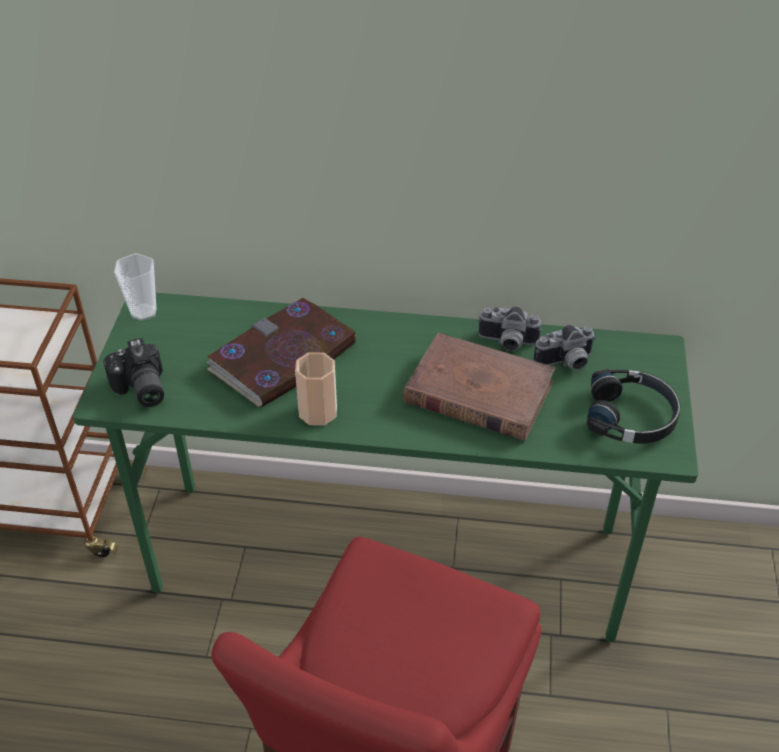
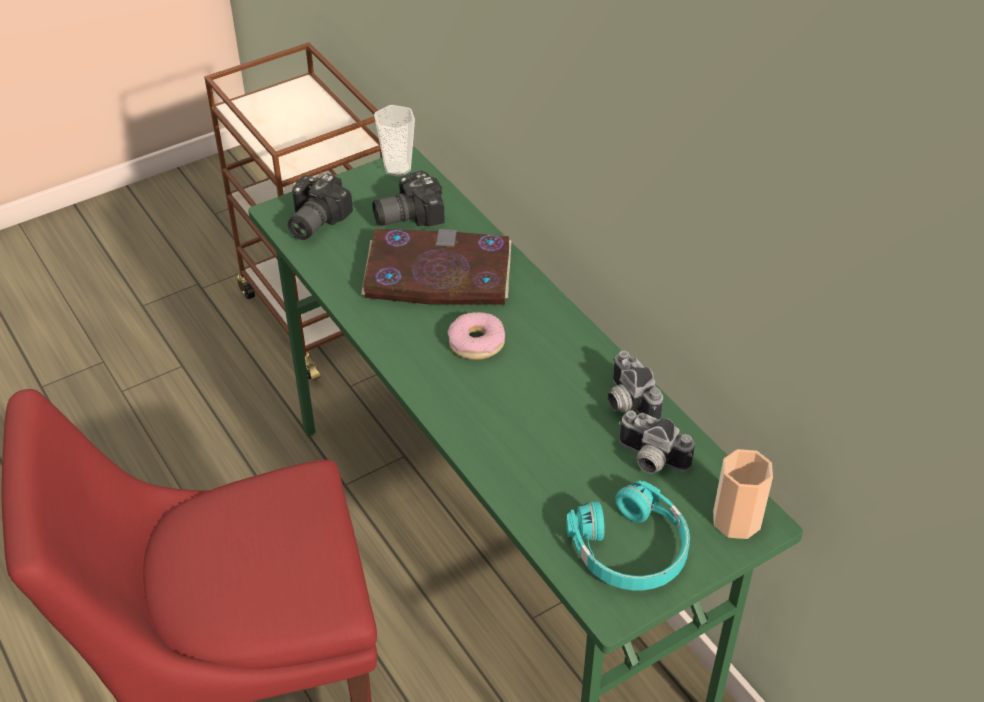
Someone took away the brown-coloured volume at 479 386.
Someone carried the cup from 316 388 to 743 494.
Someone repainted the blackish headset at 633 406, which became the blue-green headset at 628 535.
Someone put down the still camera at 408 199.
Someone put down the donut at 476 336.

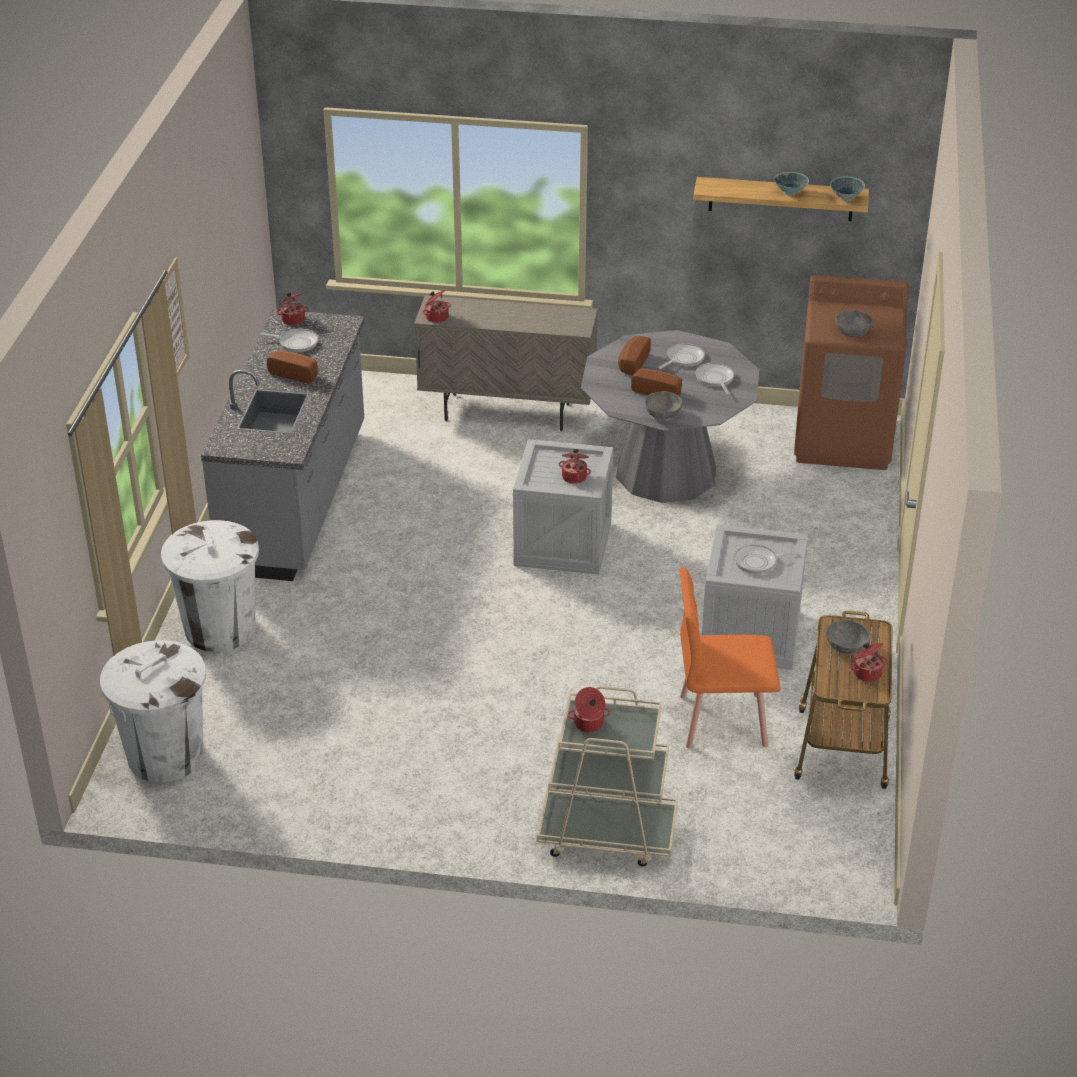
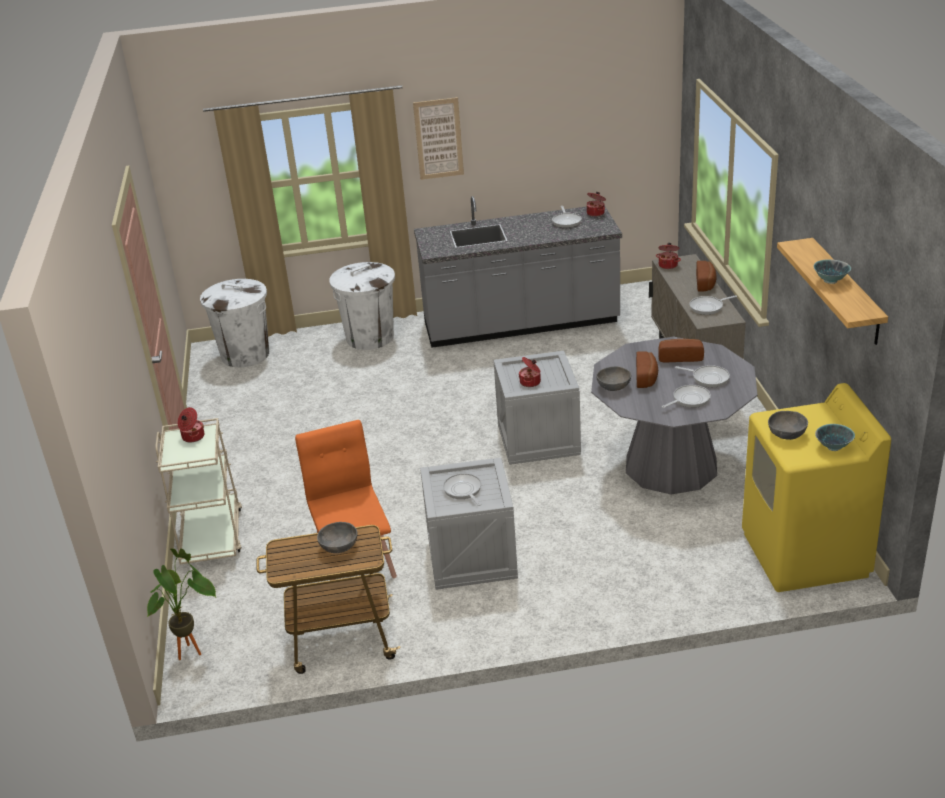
Someone carried the deep dish from 847 188 to 835 437.
Someone repainted the brown-coloured laundry machine at 851 372, which became the yellow-coloured laundry machine at 816 487.
Someone carried the bakery bread from 292 367 to 706 276.
Someone took away the cooking pot at 869 662.
Someone put down the skillet at 713 305.
Someone put down the houseplant at 181 604.

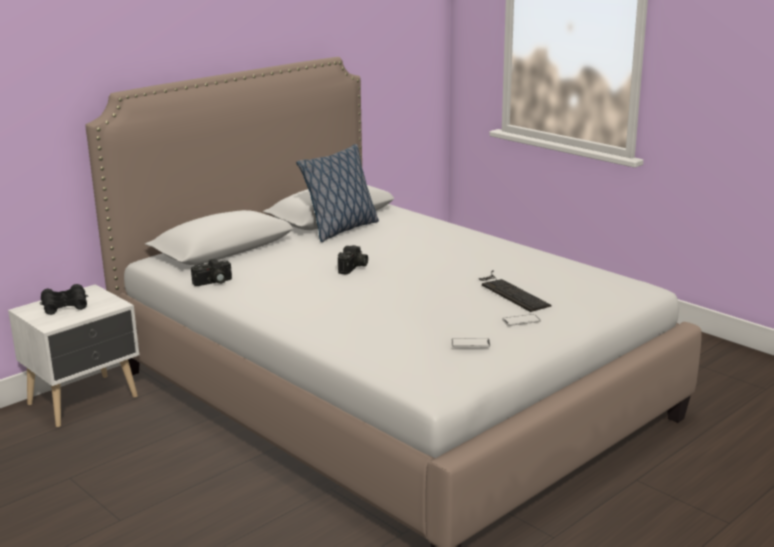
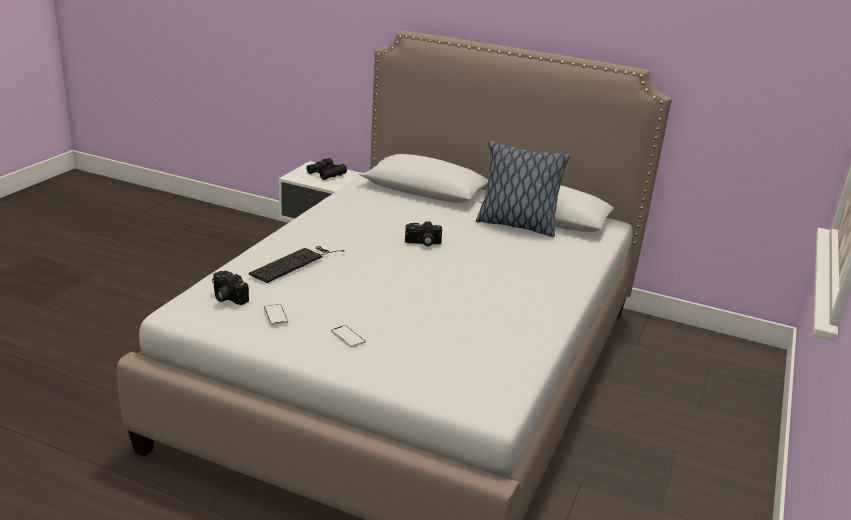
Someone carried the still camera from 211 272 to 230 288.
Someone carried the keyboard from 515 291 to 297 264.

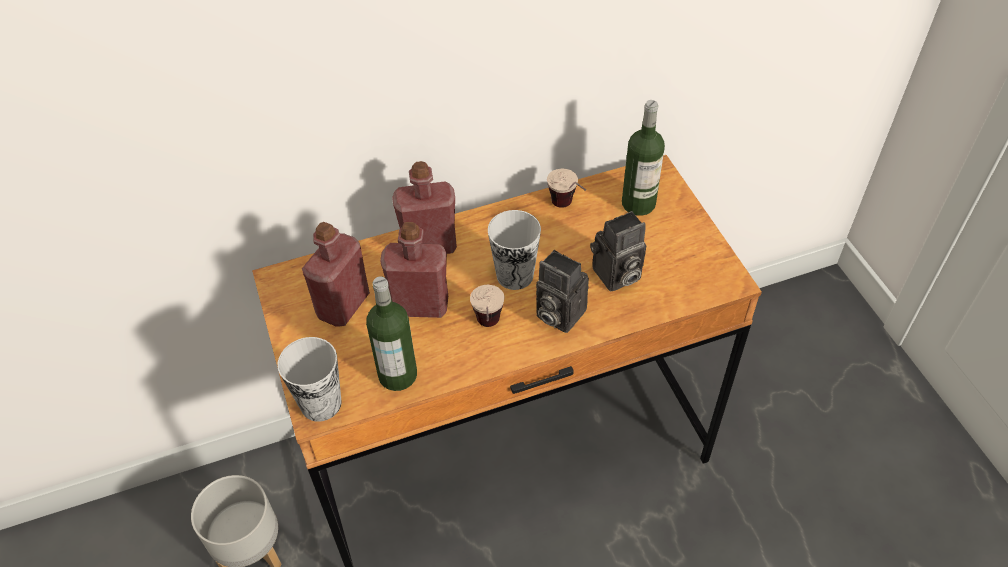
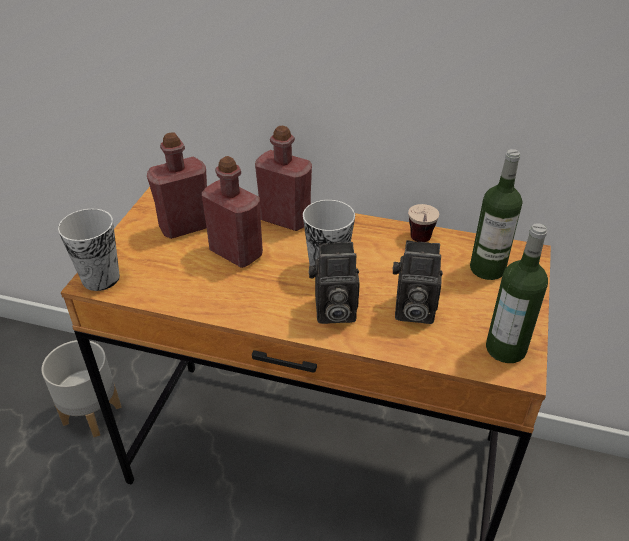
Someone rotated the still camera at 562 291 by 75 degrees counterclockwise.
Someone carried the drink bottle from 391 333 to 517 293.
Someone took away the cup at 487 306.

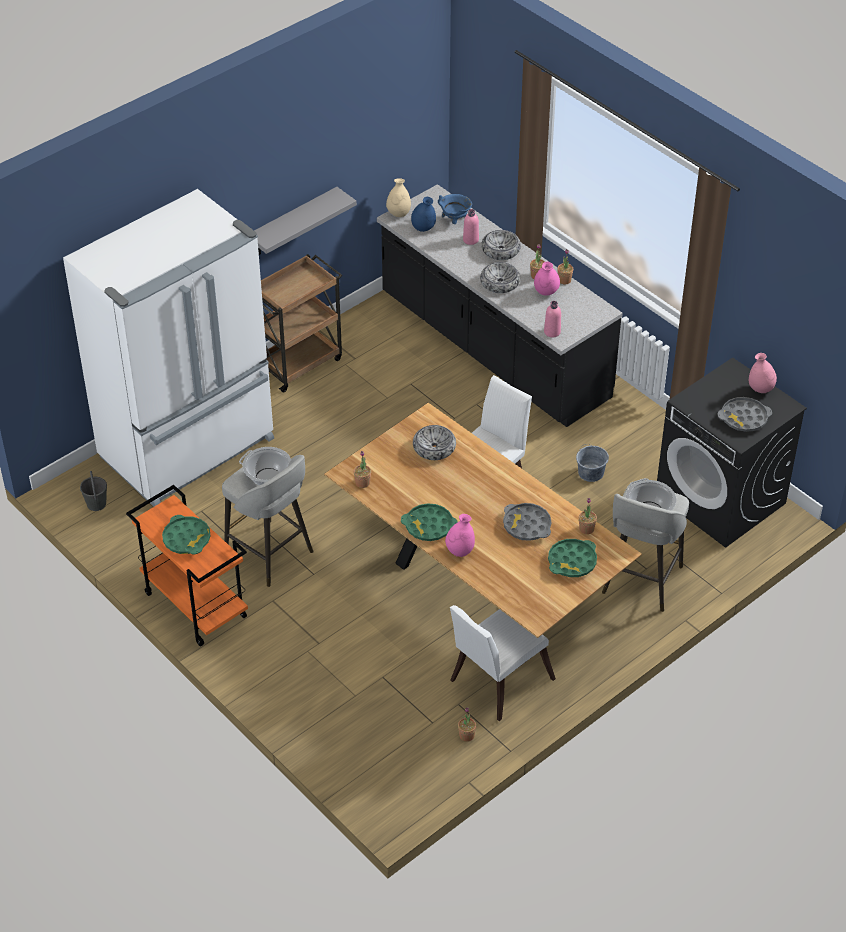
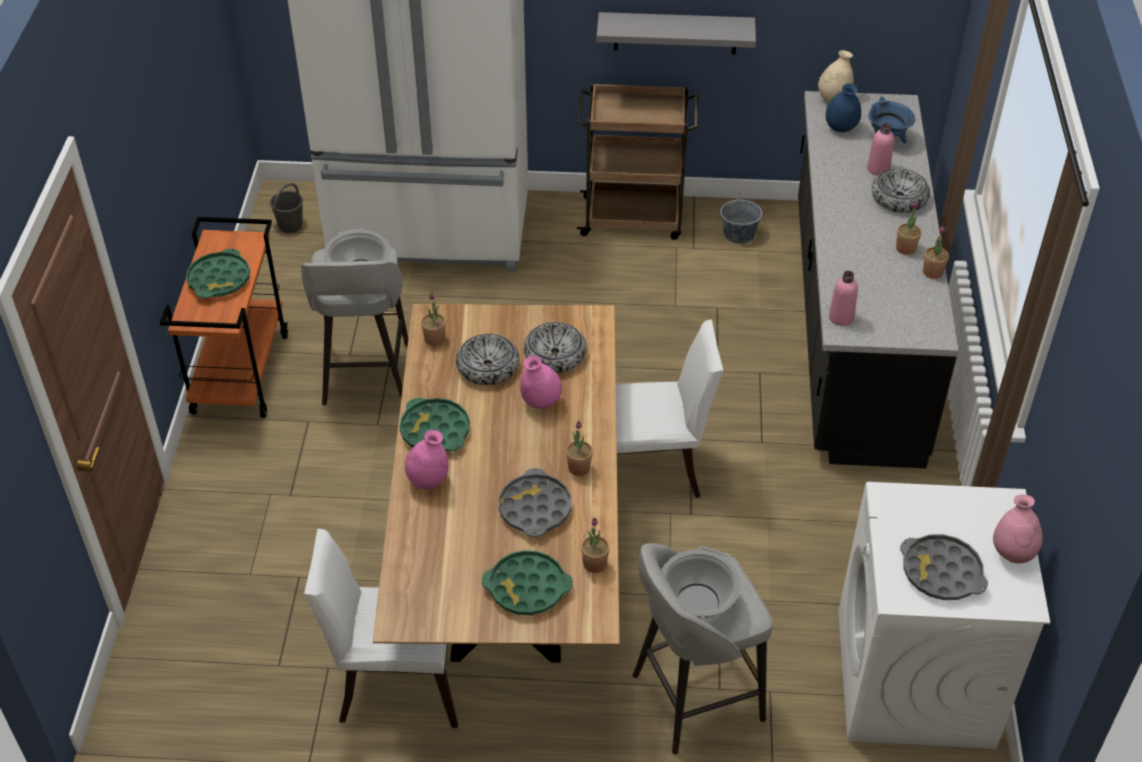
Someone carried the deep dish from 500 277 to 487 359.
Someone carried the pink-coloured vase from 547 279 to 541 382.
Someone repainted the blackish laundry machine at 732 452, which became the white-coloured laundry machine at 944 615.
Someone carried the greyish water bucket from 592 463 to 741 218.
Someone carried the houseplant from 467 724 to 579 448.

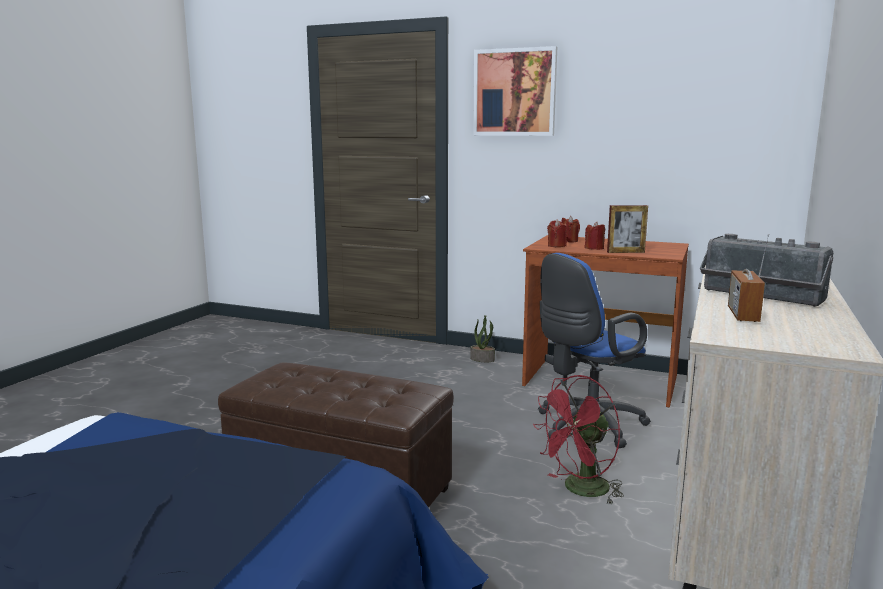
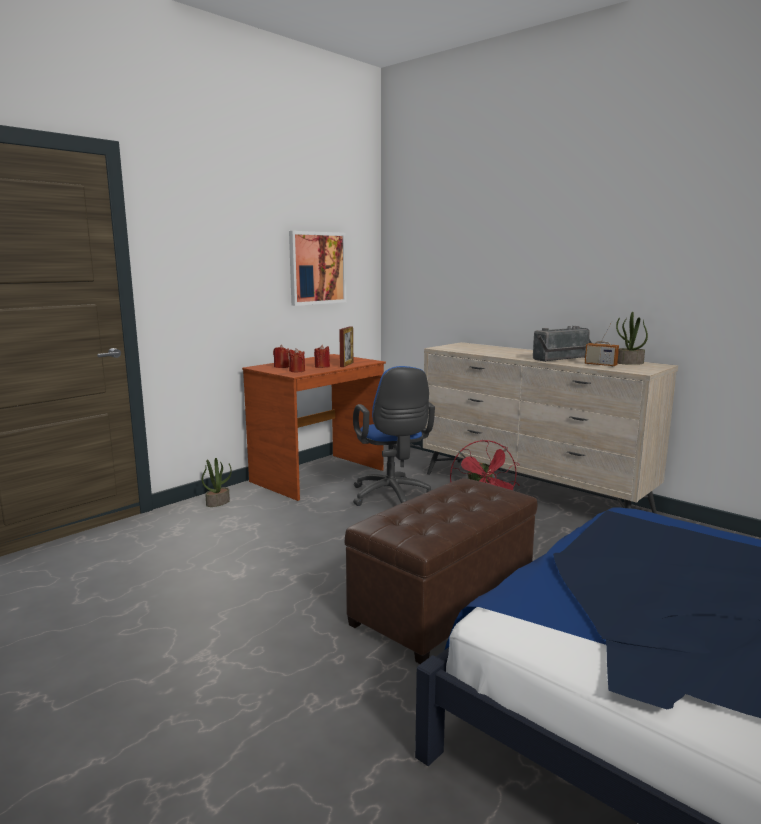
Someone carried the wall picture from 515 91 to 317 268.
Someone put down the houseplant at 632 338.

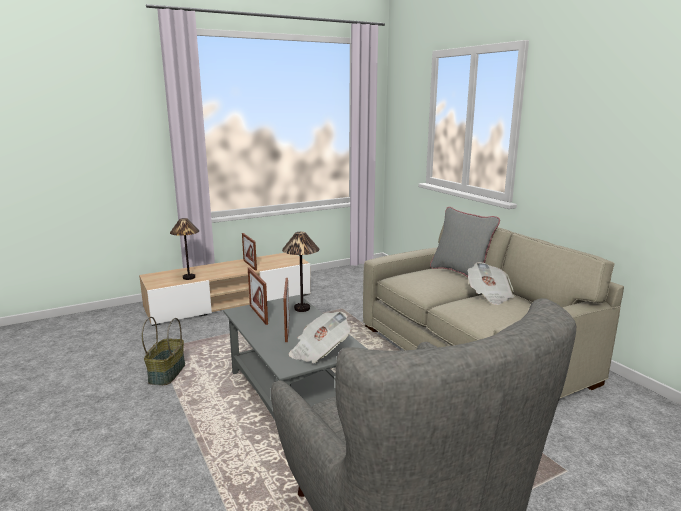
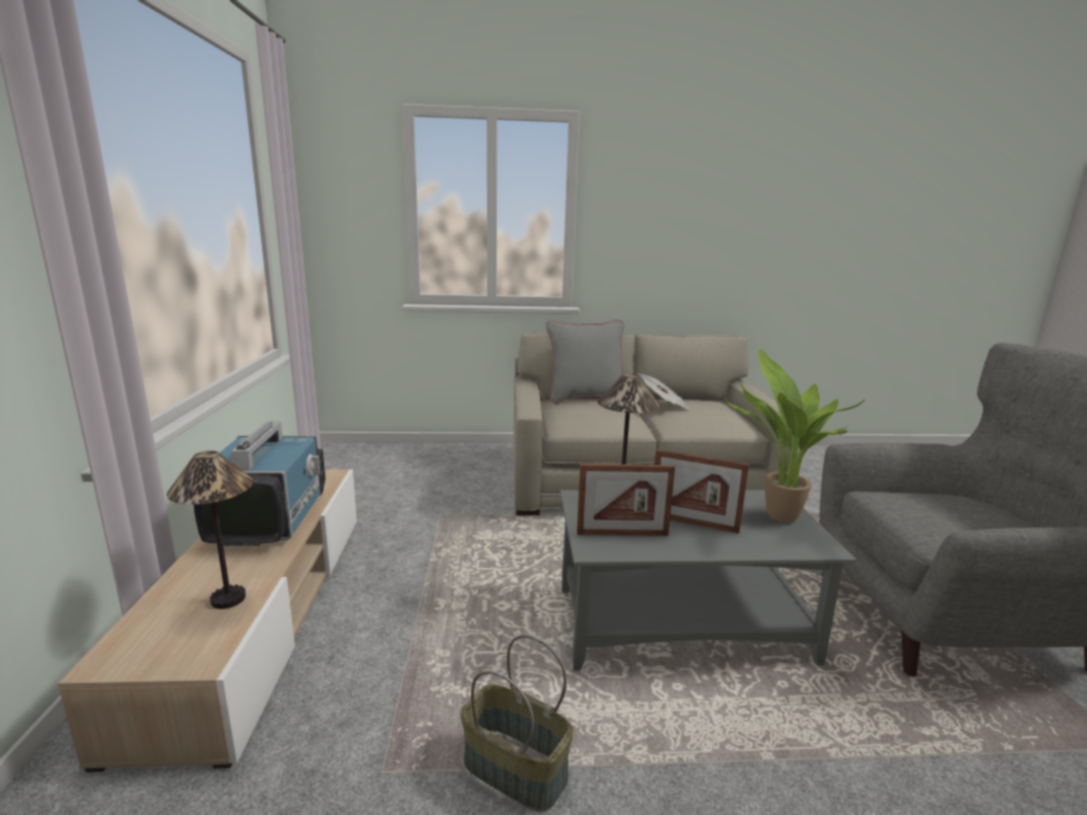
Someone swapped the standing frame at 249 252 for the TV set at 260 483.
Someone swapped the daily paper at 320 337 for the houseplant at 796 436.

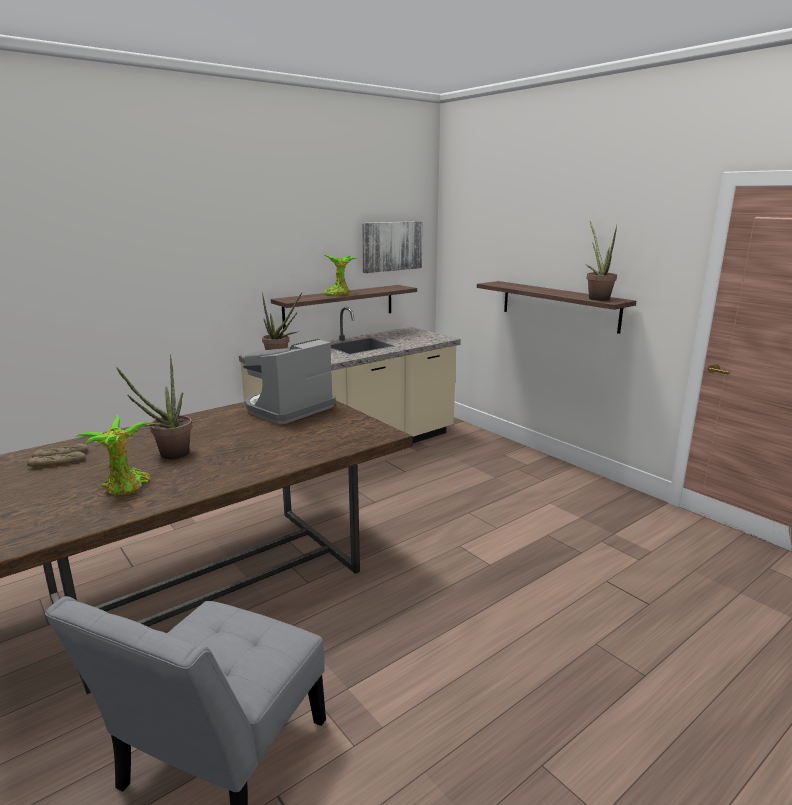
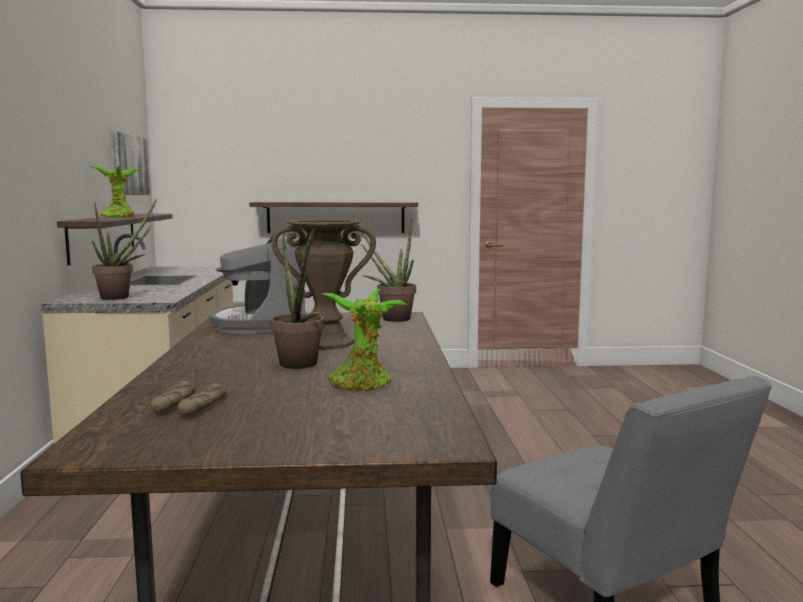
Someone carried the houseplant from 601 261 to 384 269.
Someone put down the brown-coloured vase at 323 284.

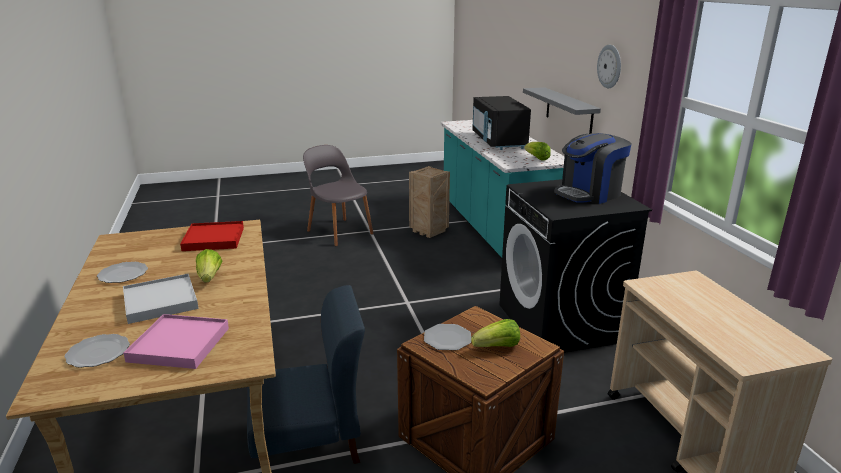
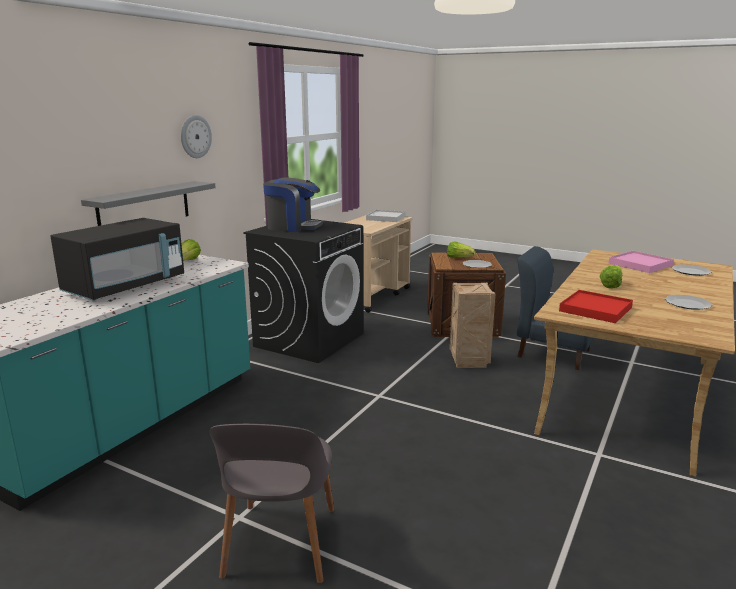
Someone carried the crate from 429 202 to 473 325.
Someone carried the white-coloured carrying tray from 161 299 to 385 216.

